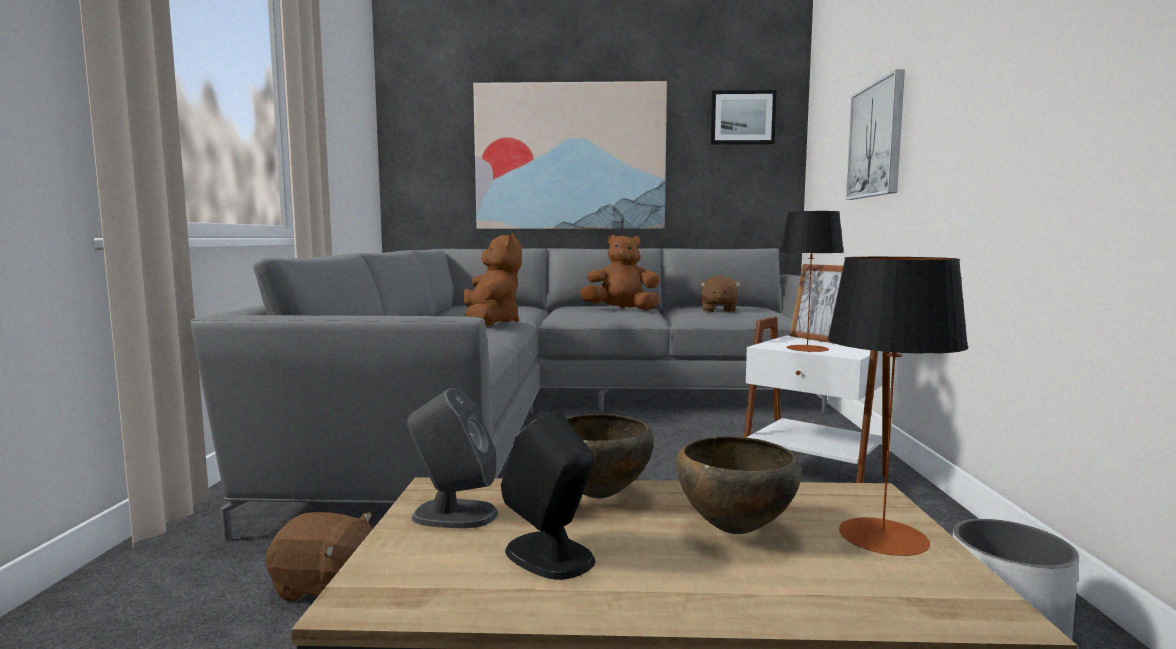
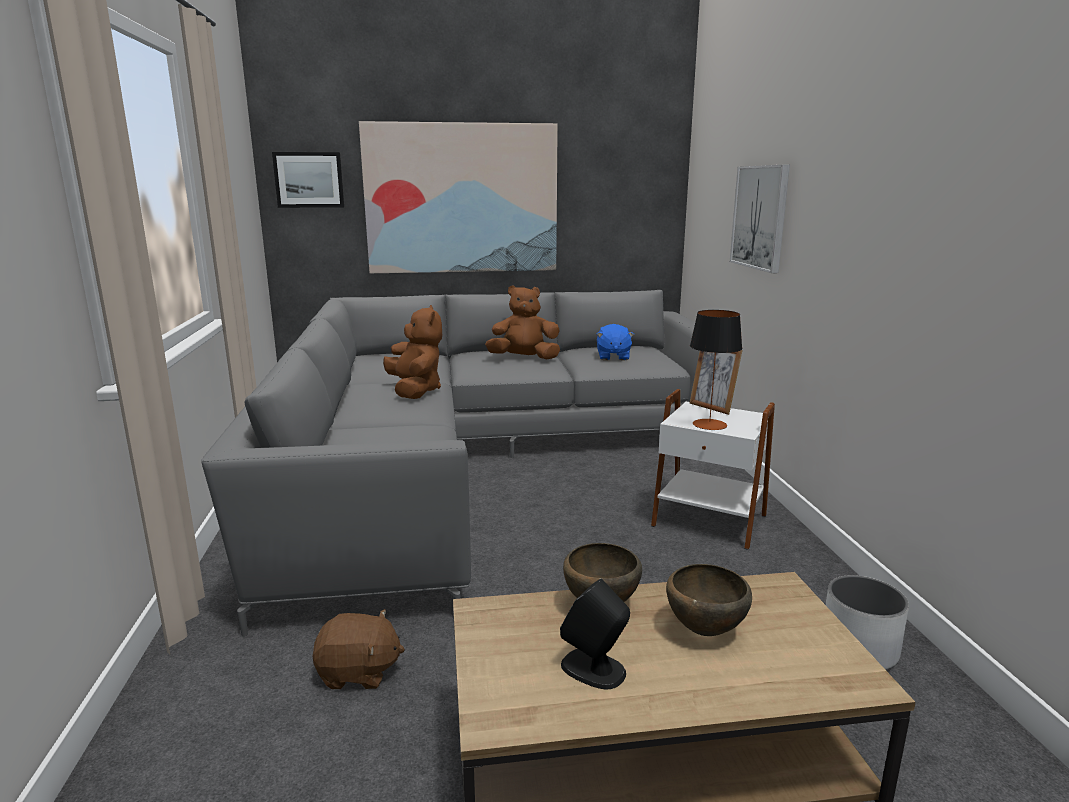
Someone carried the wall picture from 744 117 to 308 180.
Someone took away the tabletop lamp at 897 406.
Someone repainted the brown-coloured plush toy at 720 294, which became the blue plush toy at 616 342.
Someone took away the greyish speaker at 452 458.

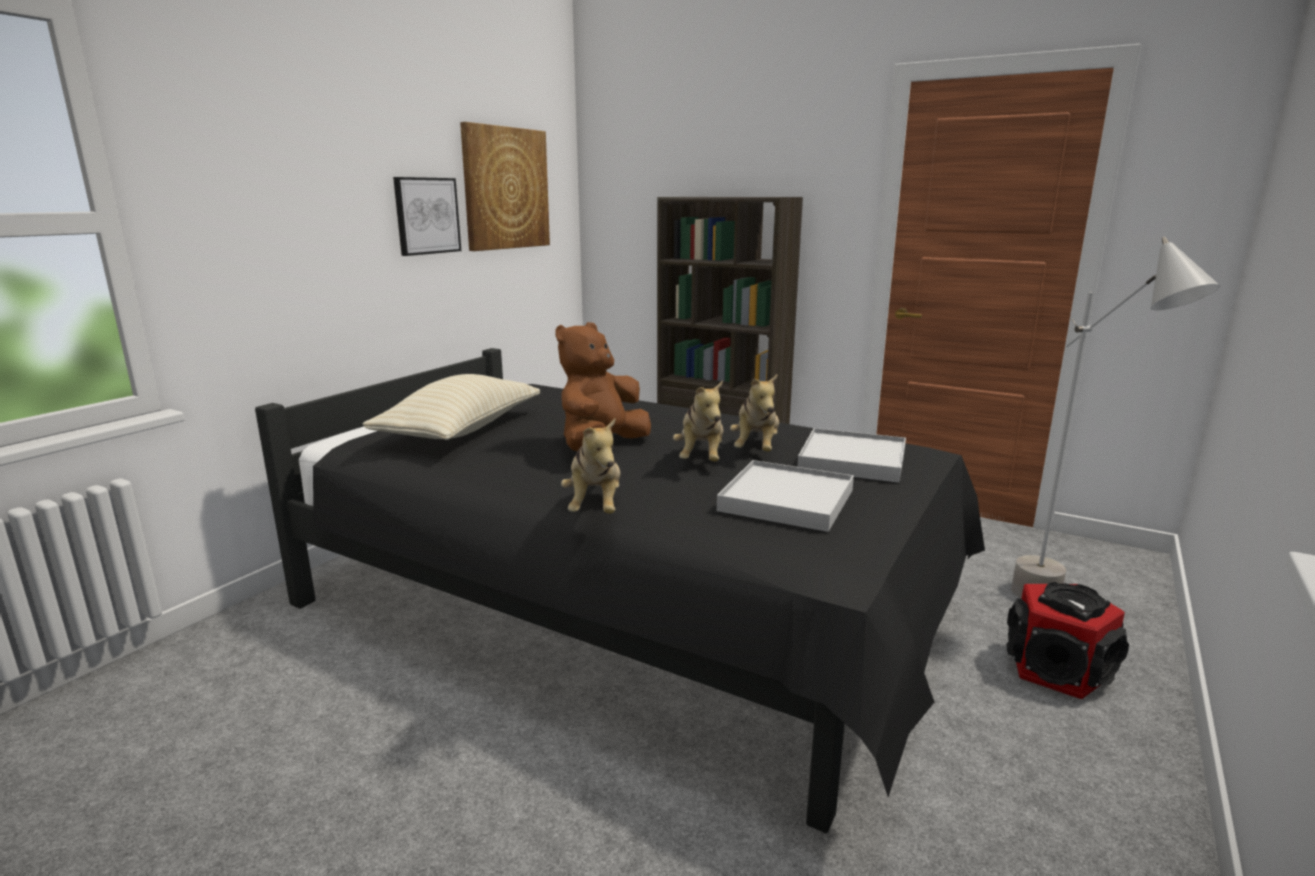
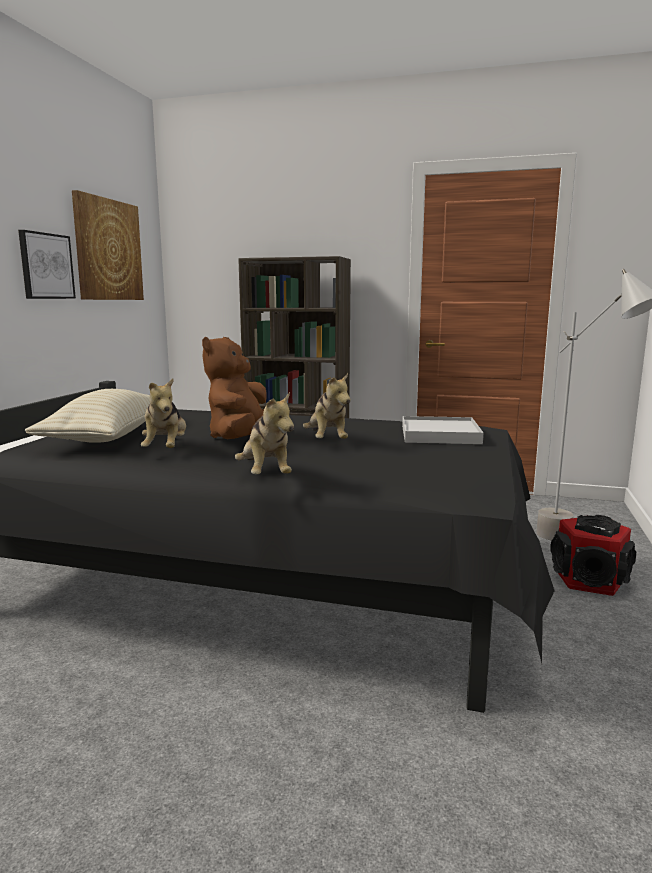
Someone carried the plush toy from 754 412 to 163 413.
Someone took away the white-coloured carrying tray at 785 496.

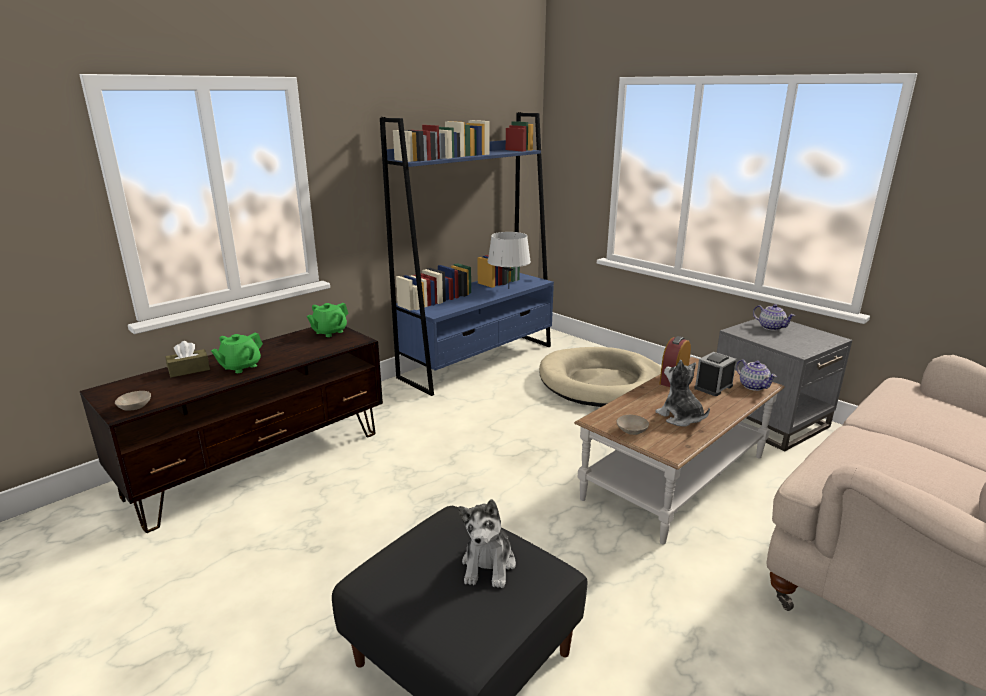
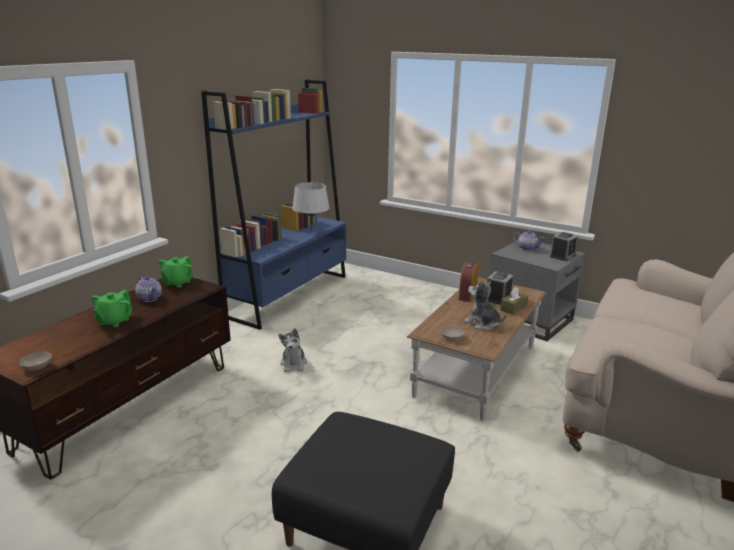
Someone carried the brown-coloured tissue box from 188 359 to 514 301.
Someone took away the sand-coloured pet bed at 600 377.
Someone carried the tea pot from 756 375 to 148 289.
Someone carried the plush toy from 487 543 to 292 350.
Someone put down the bedside clock at 564 246.

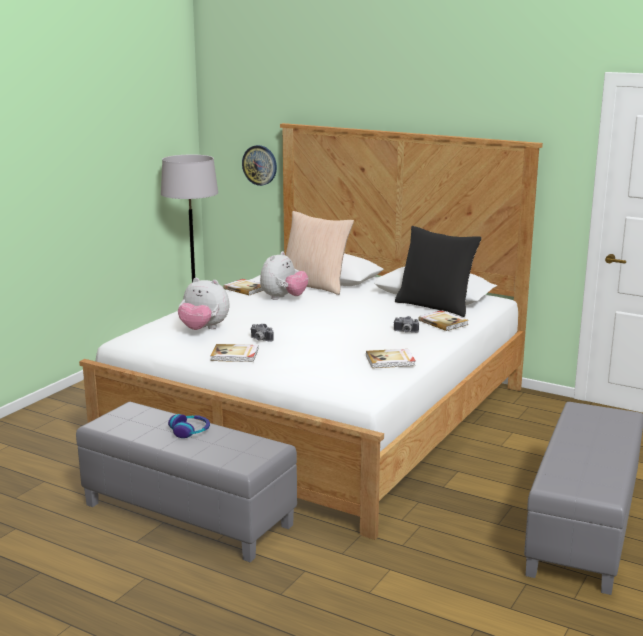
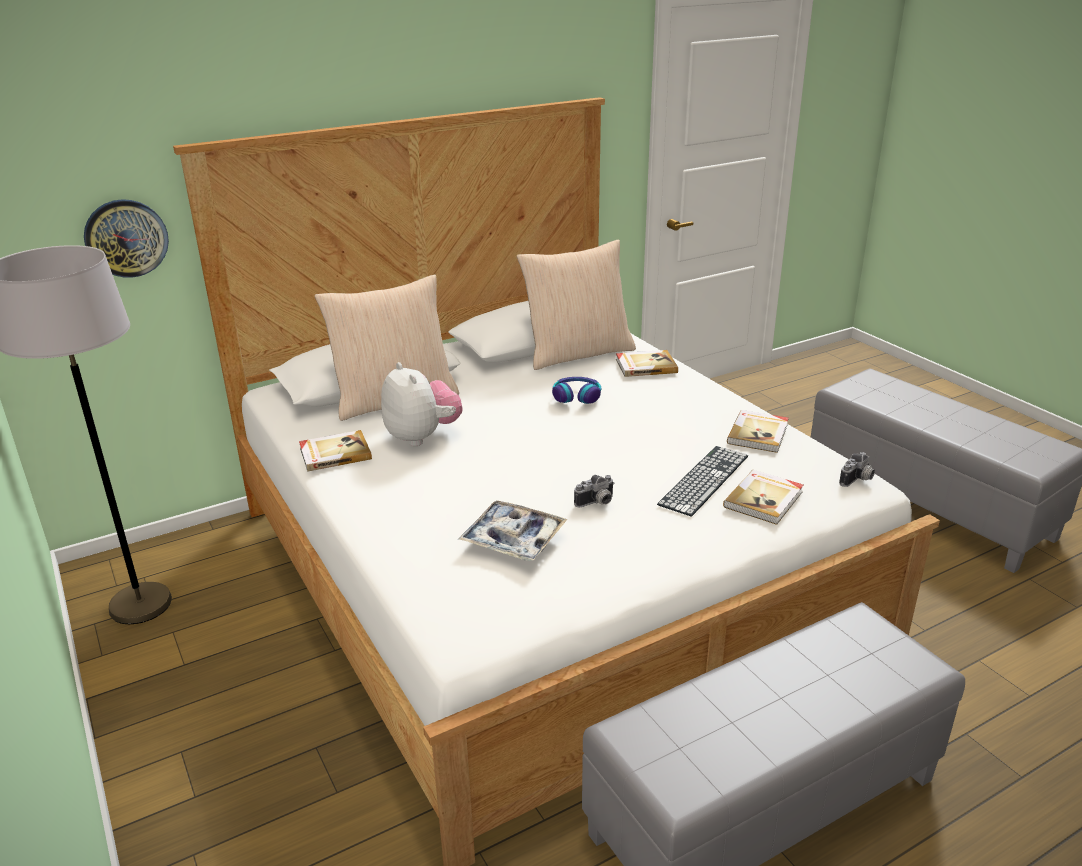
Someone repainted the blackish throw pillow at 438 271, which became the sand-coloured throw pillow at 576 305.
Someone swapped the plush toy at 203 304 for the carrying tray at 513 530.
Someone carried the still camera from 406 324 to 857 469.
Someone carried the volume from 234 353 to 763 497.
Someone carried the headset from 189 426 to 576 390.
Someone put down the keyboard at 702 481.

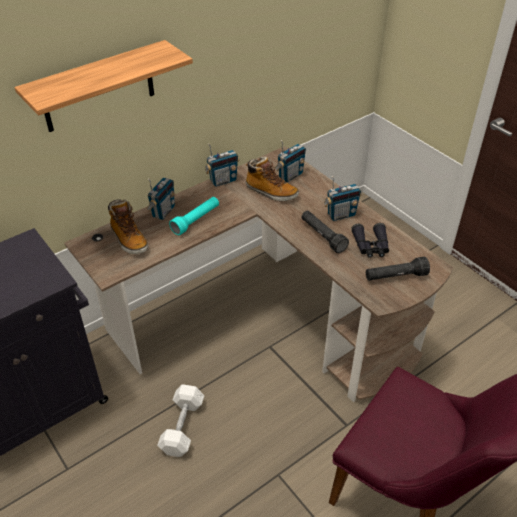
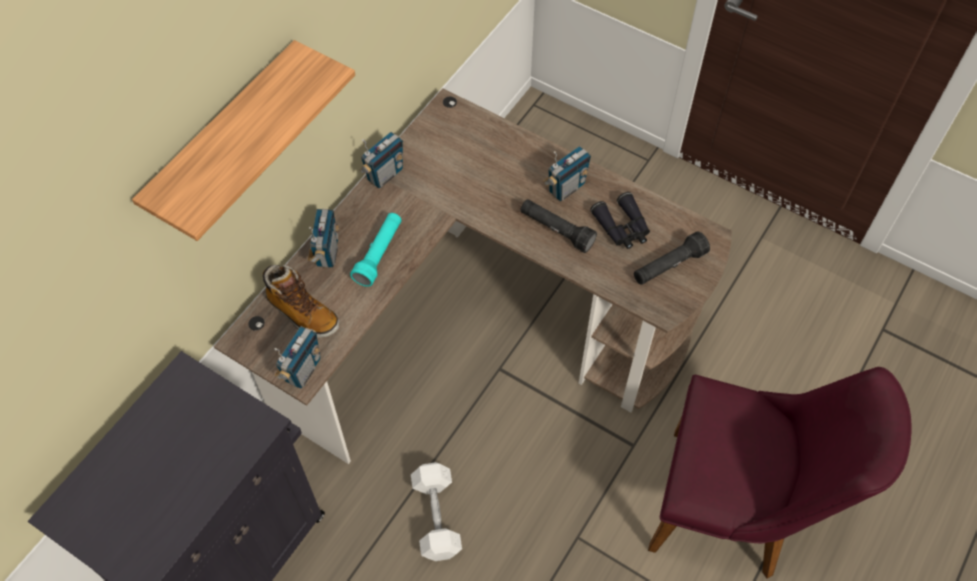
Someone carried the radio set from 290 161 to 297 357.
Someone took away the tall boot at 272 179.

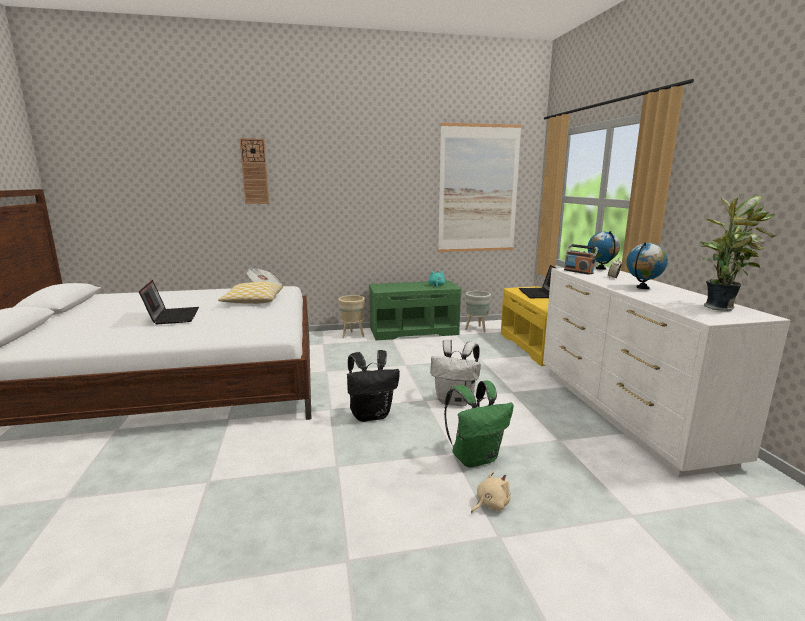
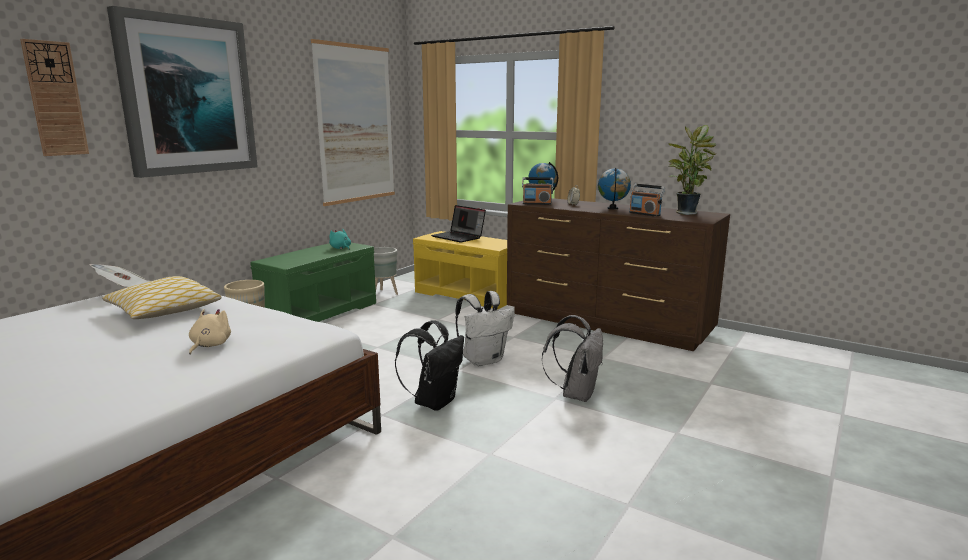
Someone repainted the white-coloured chest of drawers at 666 371, which became the brown-coloured chest of drawers at 618 274.
Someone took away the laptop at 169 302.
Someone repainted the greenish knapsack at 479 424, which became the greyish knapsack at 572 358.
Someone carried the sand-coloured plush toy from 491 492 to 210 332.
Someone put up the wall picture at 182 92.
Someone put down the radio set at 647 200.

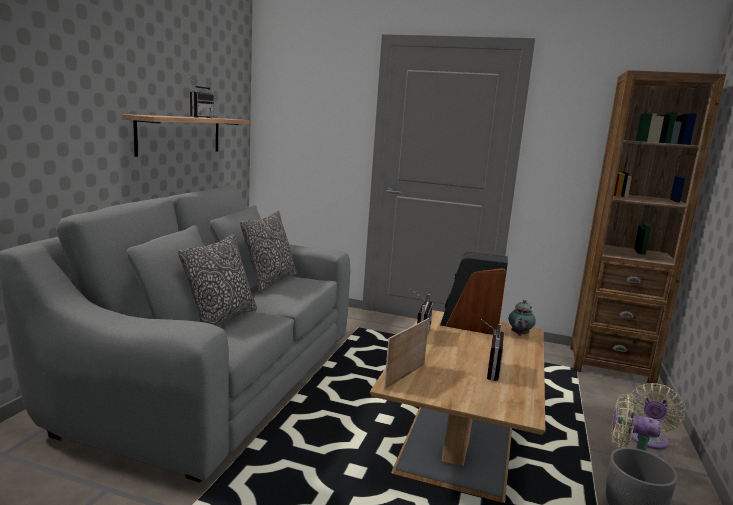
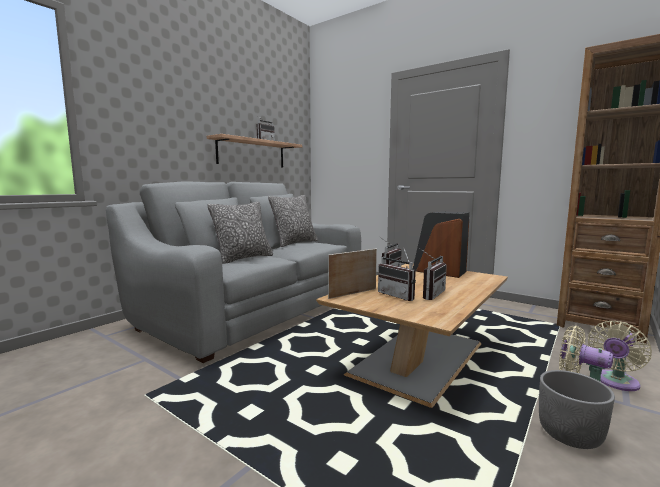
Someone took away the tea pot at 522 318.
Someone put down the radio set at 397 274.

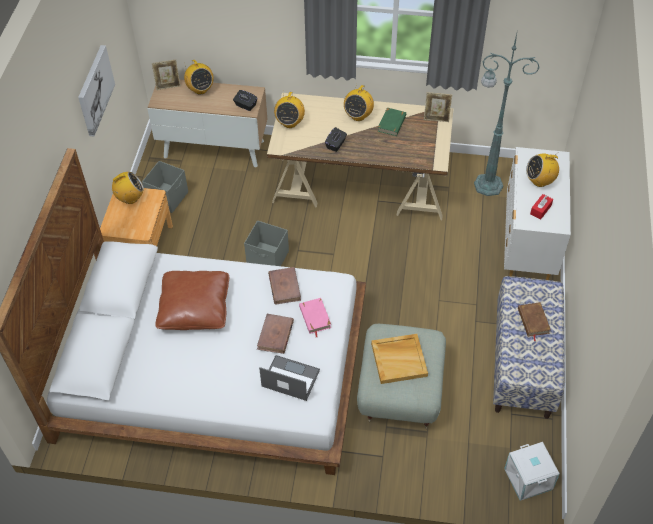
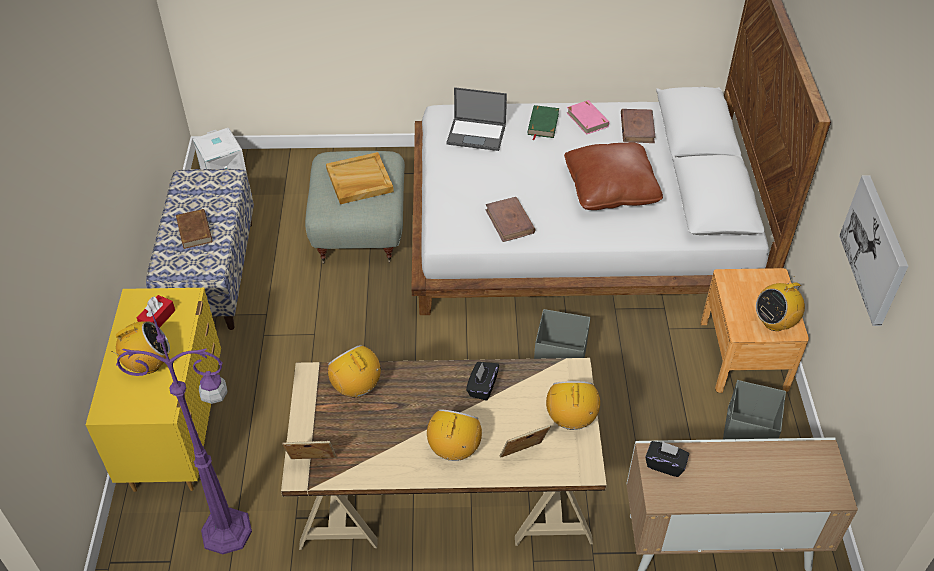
Someone repainted the greenish standing lamp at 507 115, which became the purple-coloured standing lamp at 184 432.
Someone carried the standing frame from 166 74 to 525 441.
Someone carried the radio set from 199 77 to 354 371.
Someone carried the greenish volume from 392 122 to 543 122.
Someone repainted the white-coloured chest of drawers at 537 213, which became the yellow-coloured chest of drawers at 153 390.
Someone carried the pink-coloured volume from 315 318 to 588 117.
Someone carried the brown-coloured volume from 275 334 to 638 126.

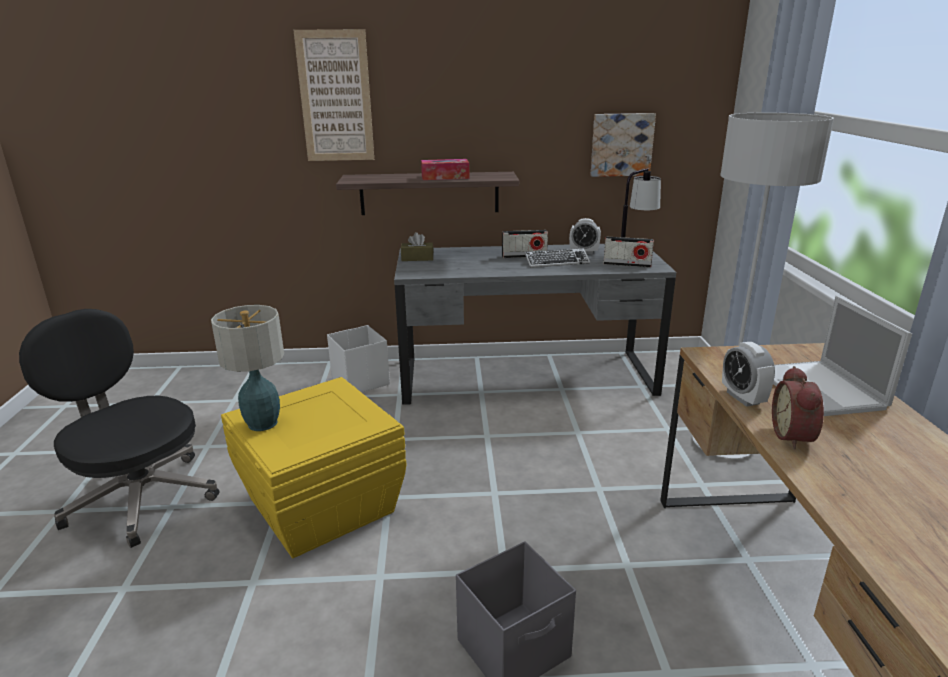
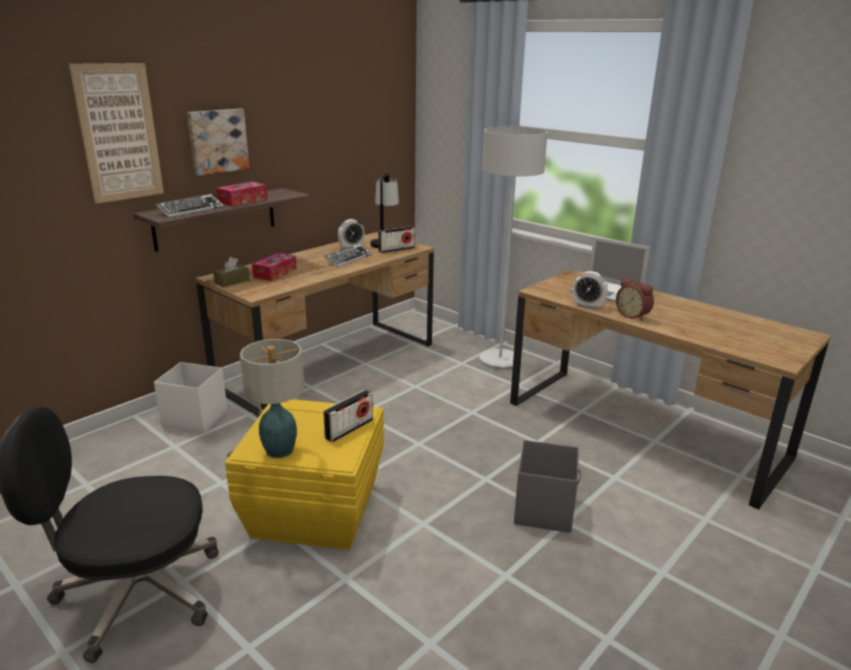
Someone carried the wall picture from 623 145 to 218 142.
Someone carried the radio set from 525 244 to 348 416.
Someone repainted the greyish desk at 535 324, which became the brown-coloured desk at 315 324.
Someone put down the keyboard at 190 206.
Someone put down the tissue box at 274 267.

